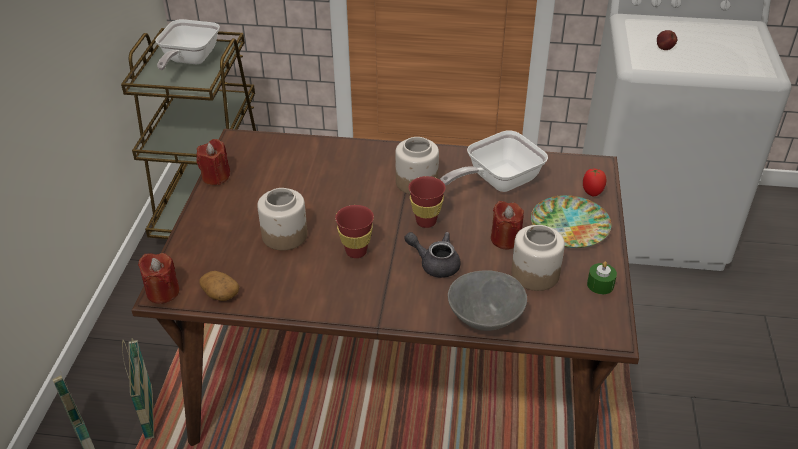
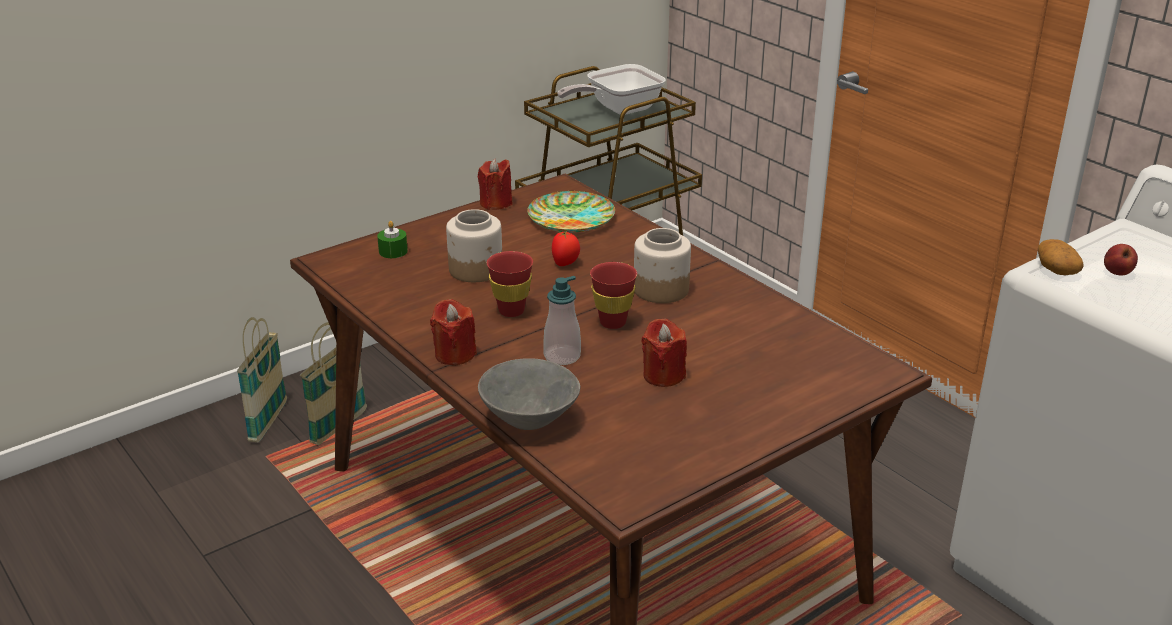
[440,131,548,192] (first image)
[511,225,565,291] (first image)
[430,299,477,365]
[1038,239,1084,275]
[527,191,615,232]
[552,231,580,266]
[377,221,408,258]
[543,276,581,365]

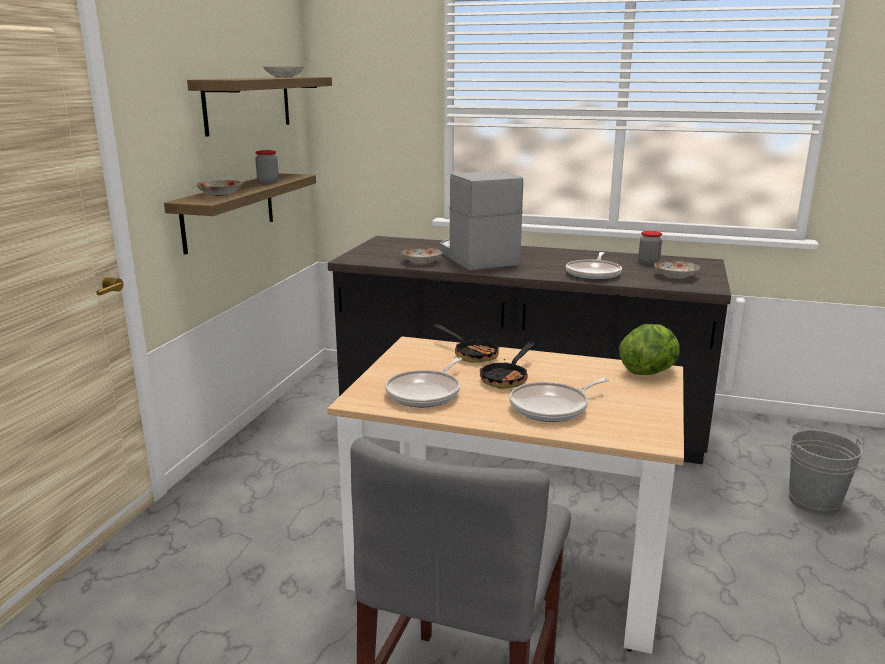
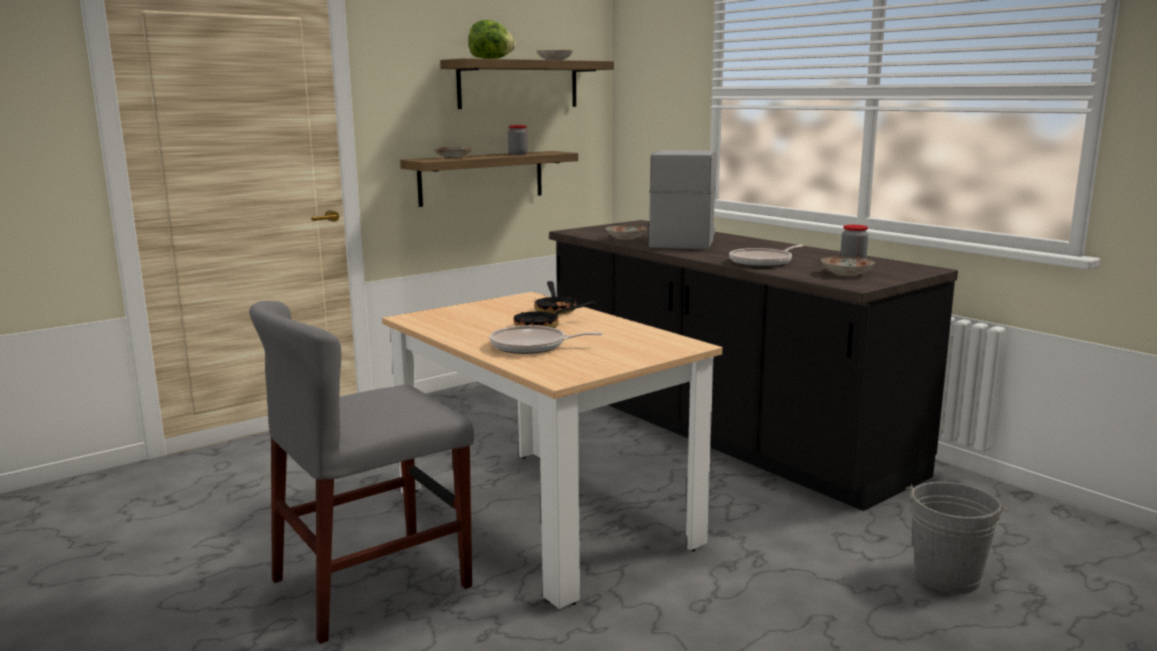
[385,357,462,407] (first image)
[469,20,516,59]

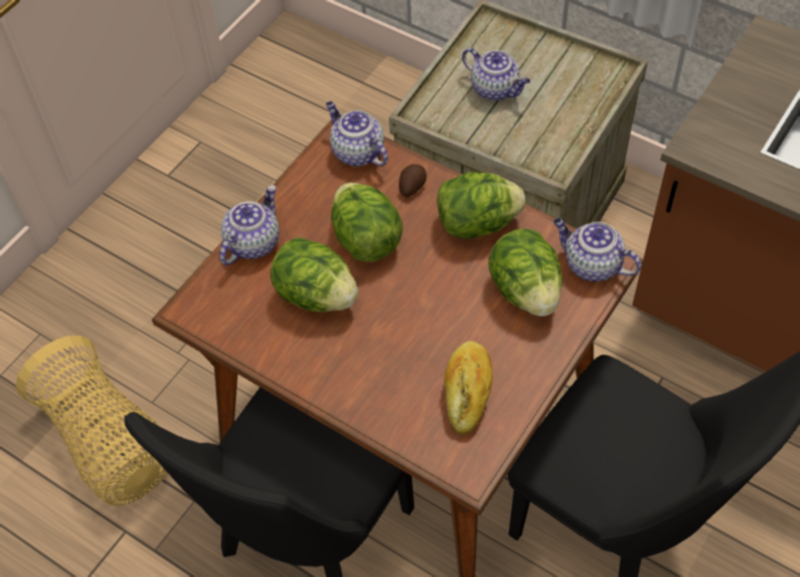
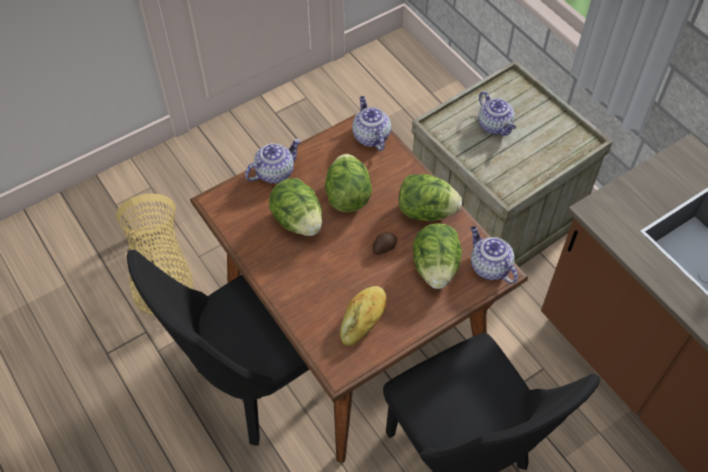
[372,232,397,255]

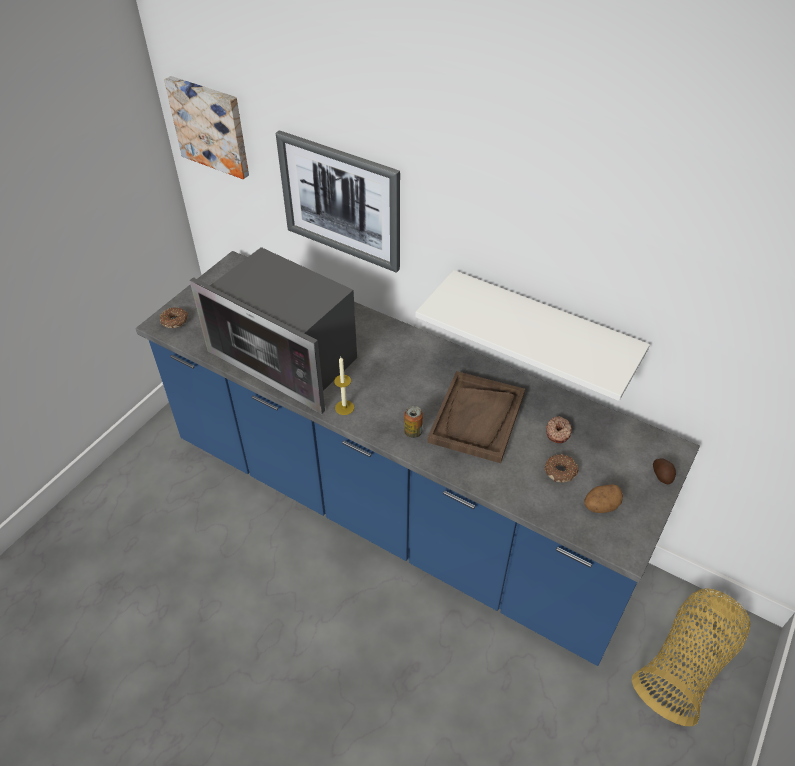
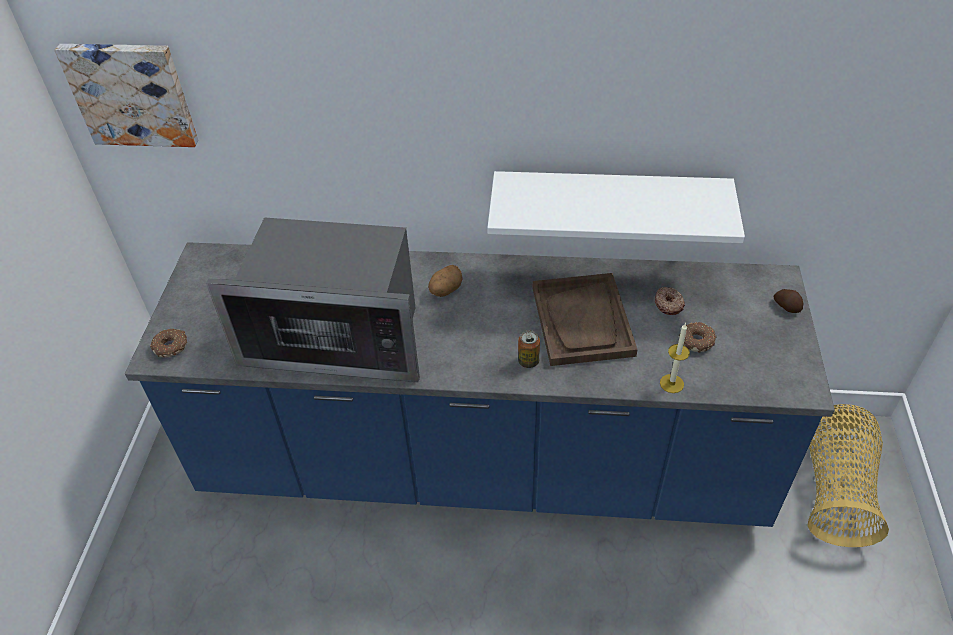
[276,130,400,273] (first image)
[660,323,690,393]
[428,265,463,297]

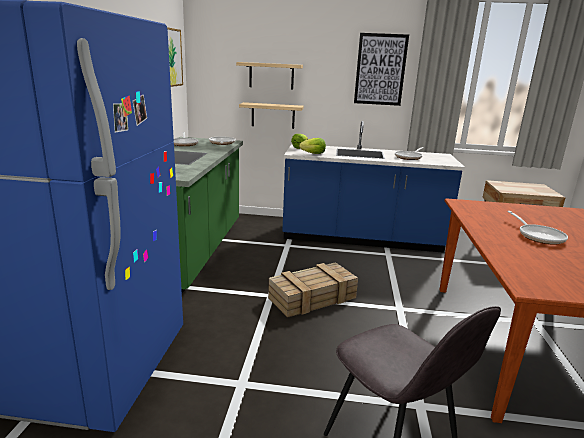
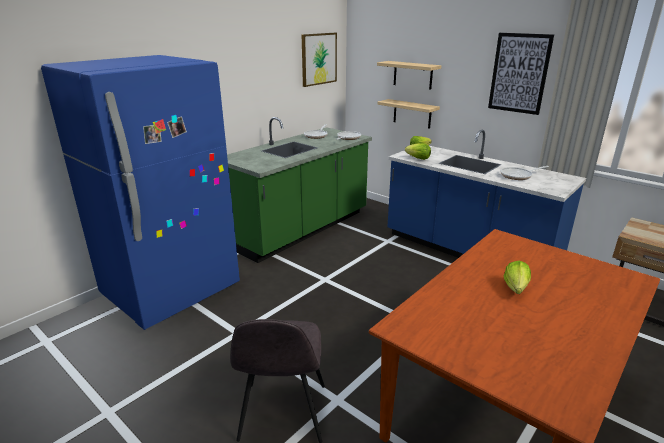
[268,262,358,318] (first image)
[504,261,531,294]

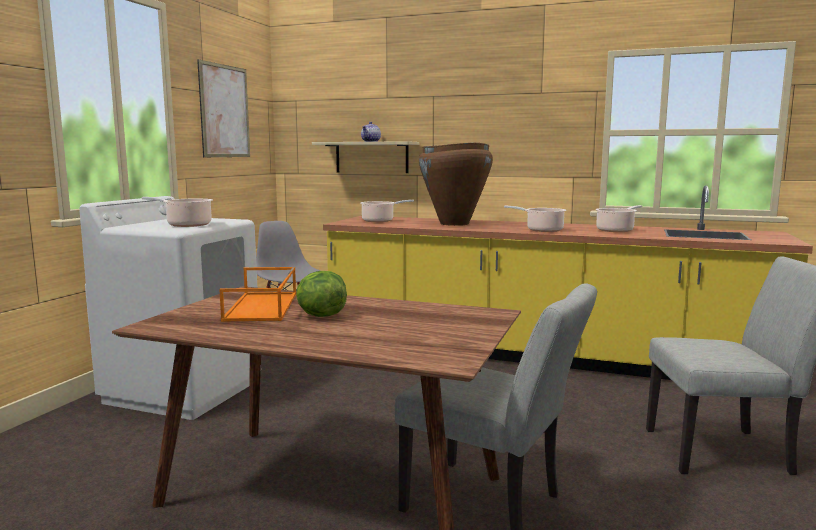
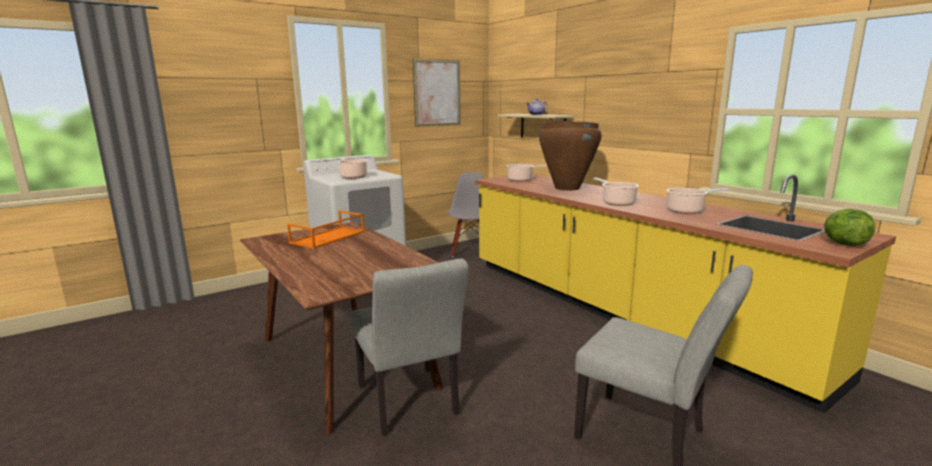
[824,209,875,246]

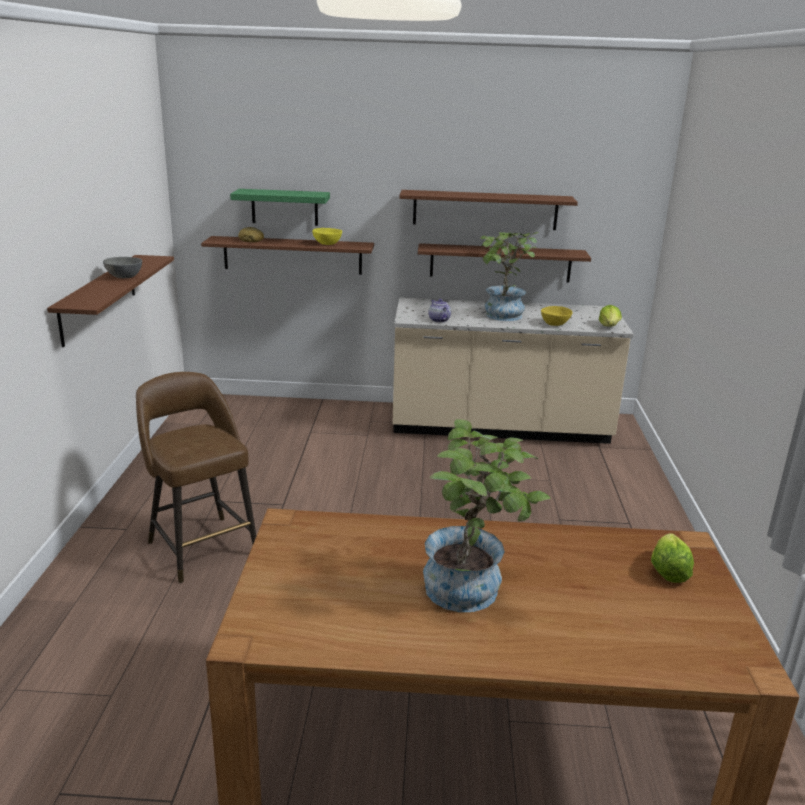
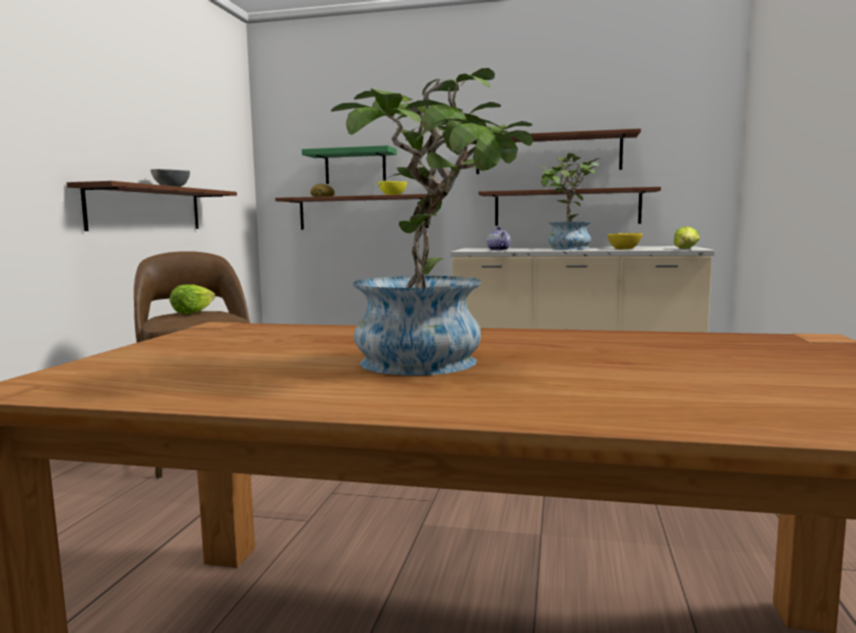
[170,284,216,314]

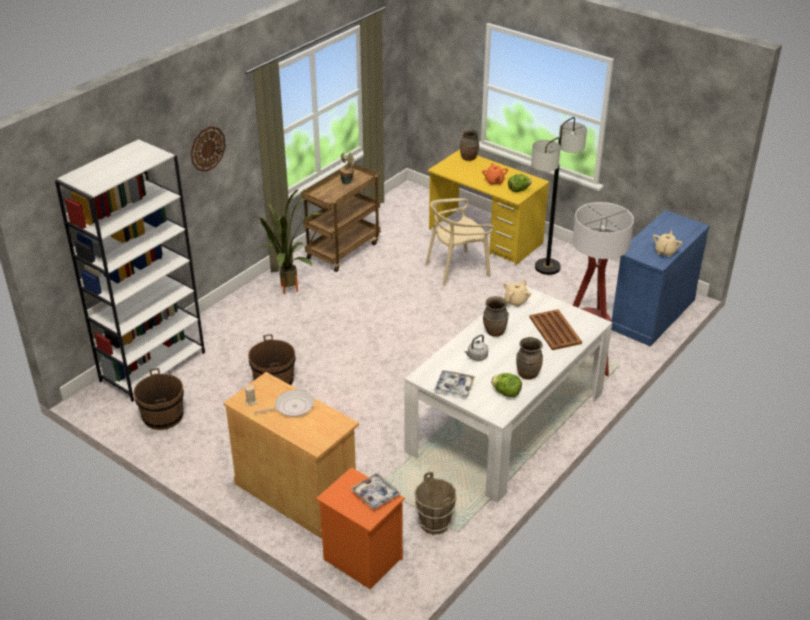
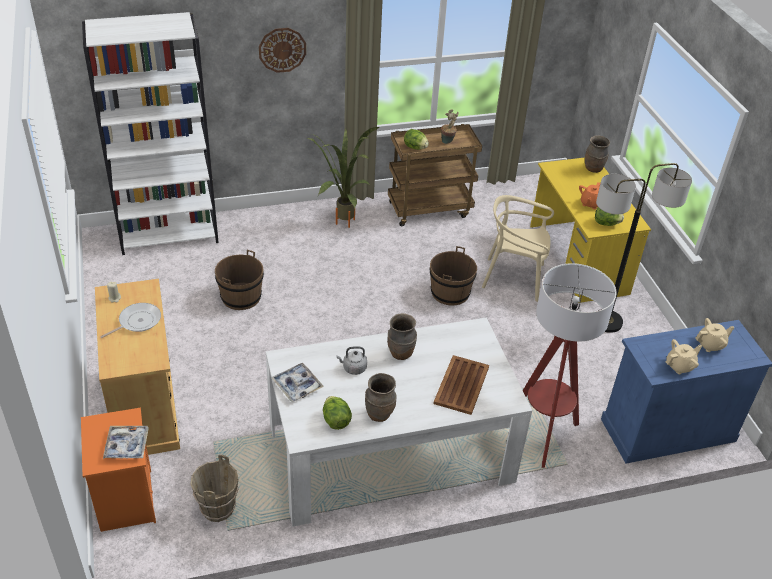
[404,129,429,150]
[429,246,477,306]
[696,318,734,352]
[100,303,161,338]

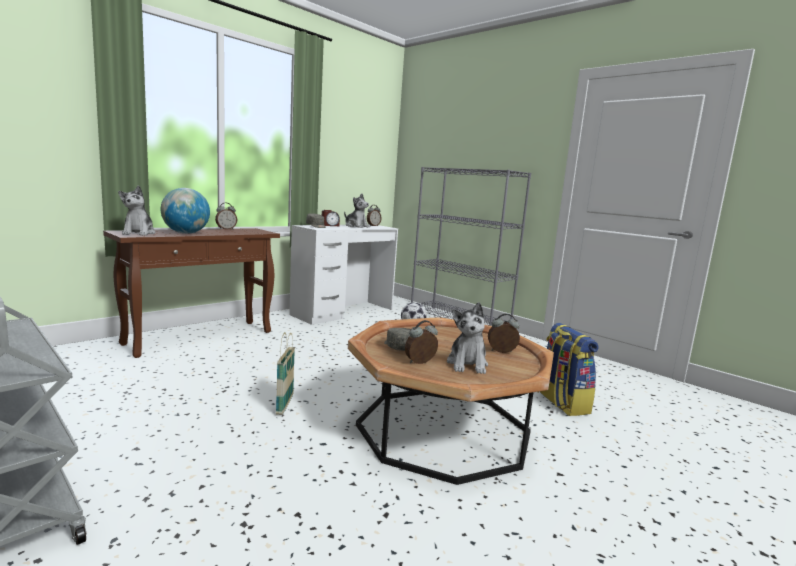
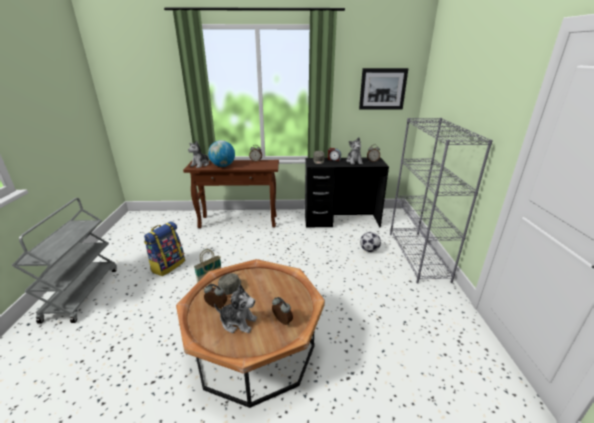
[359,68,409,110]
[144,221,185,276]
[305,157,389,228]
[214,285,257,333]

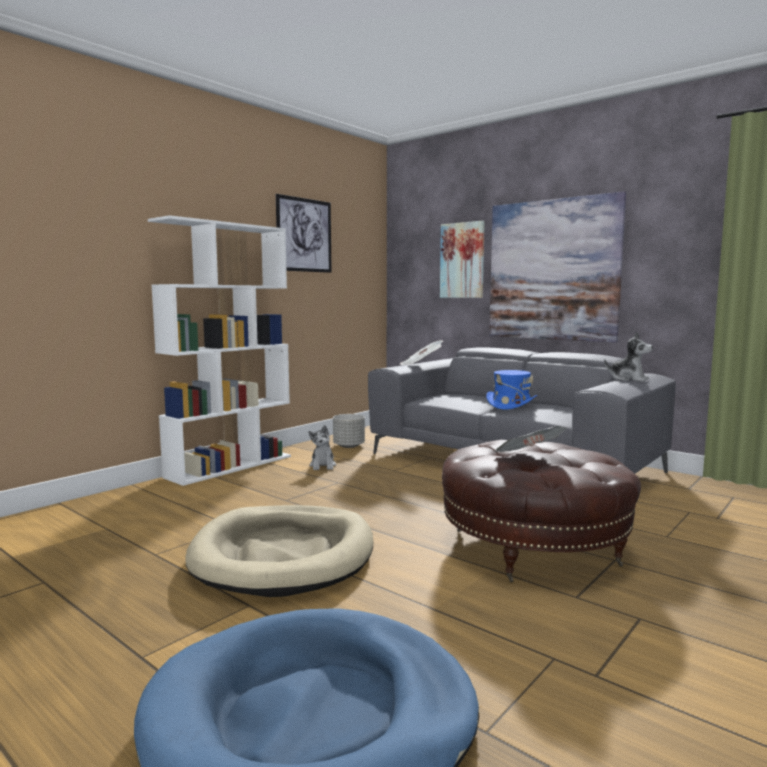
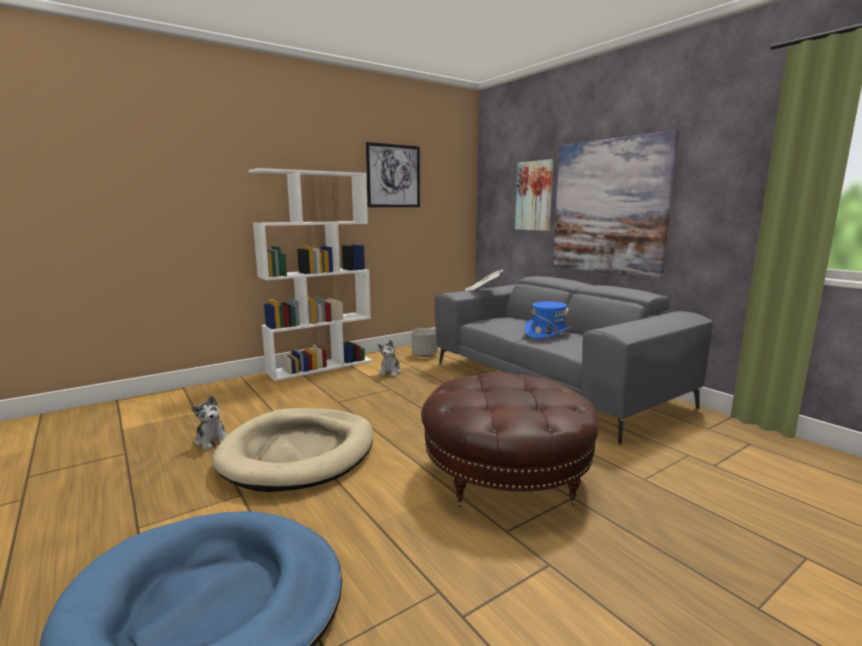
[493,426,567,452] (first image)
[191,395,227,451]

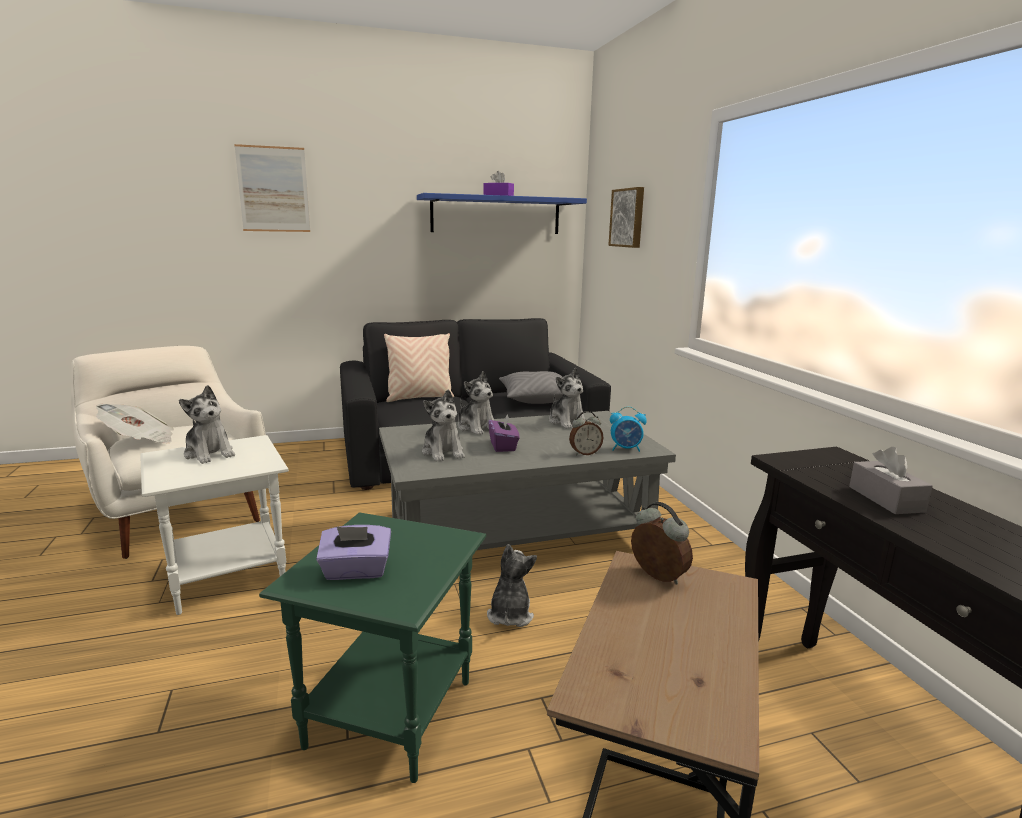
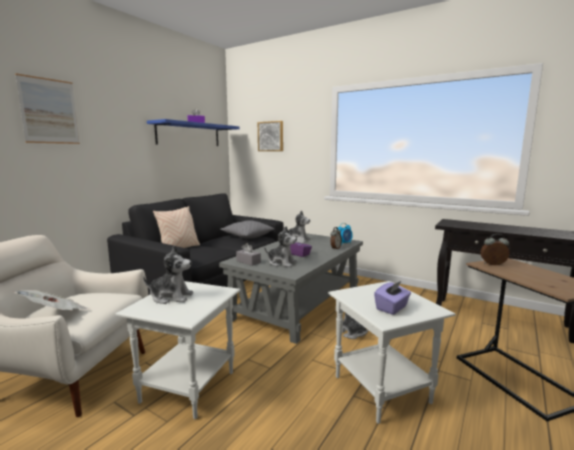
[458,371,494,435] (first image)
[236,243,261,266]
[328,281,455,424]

